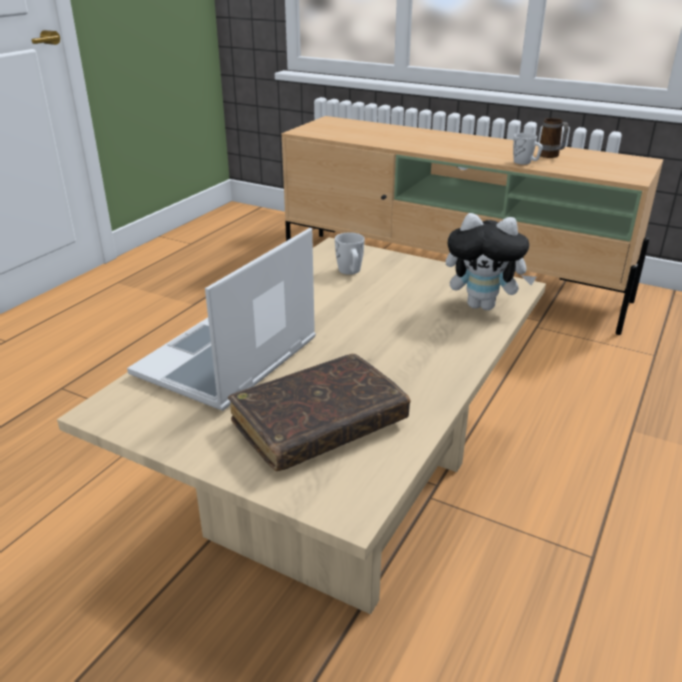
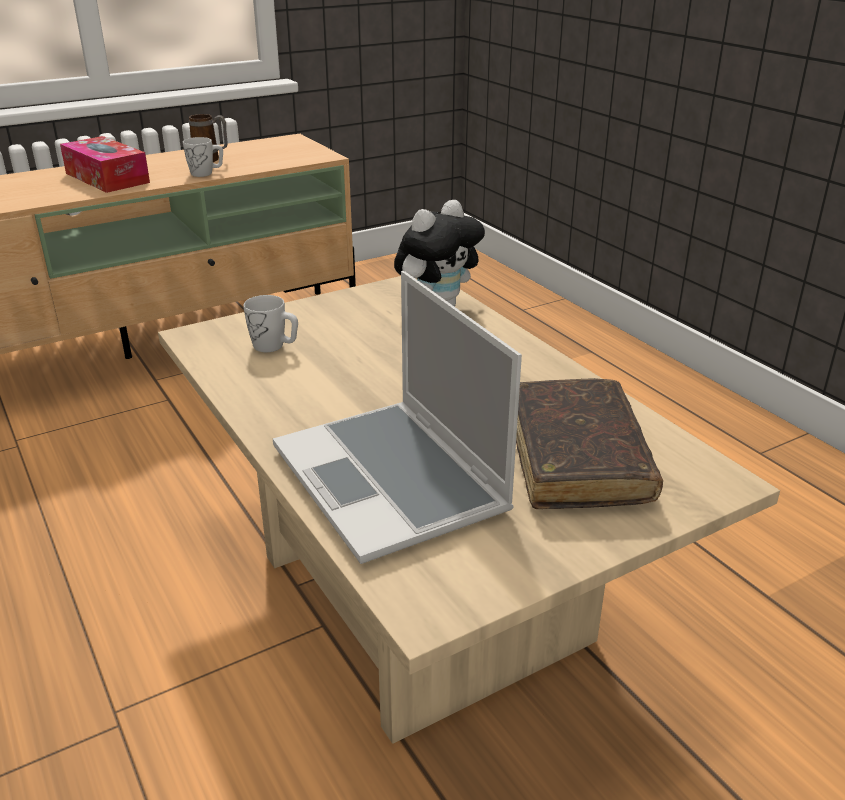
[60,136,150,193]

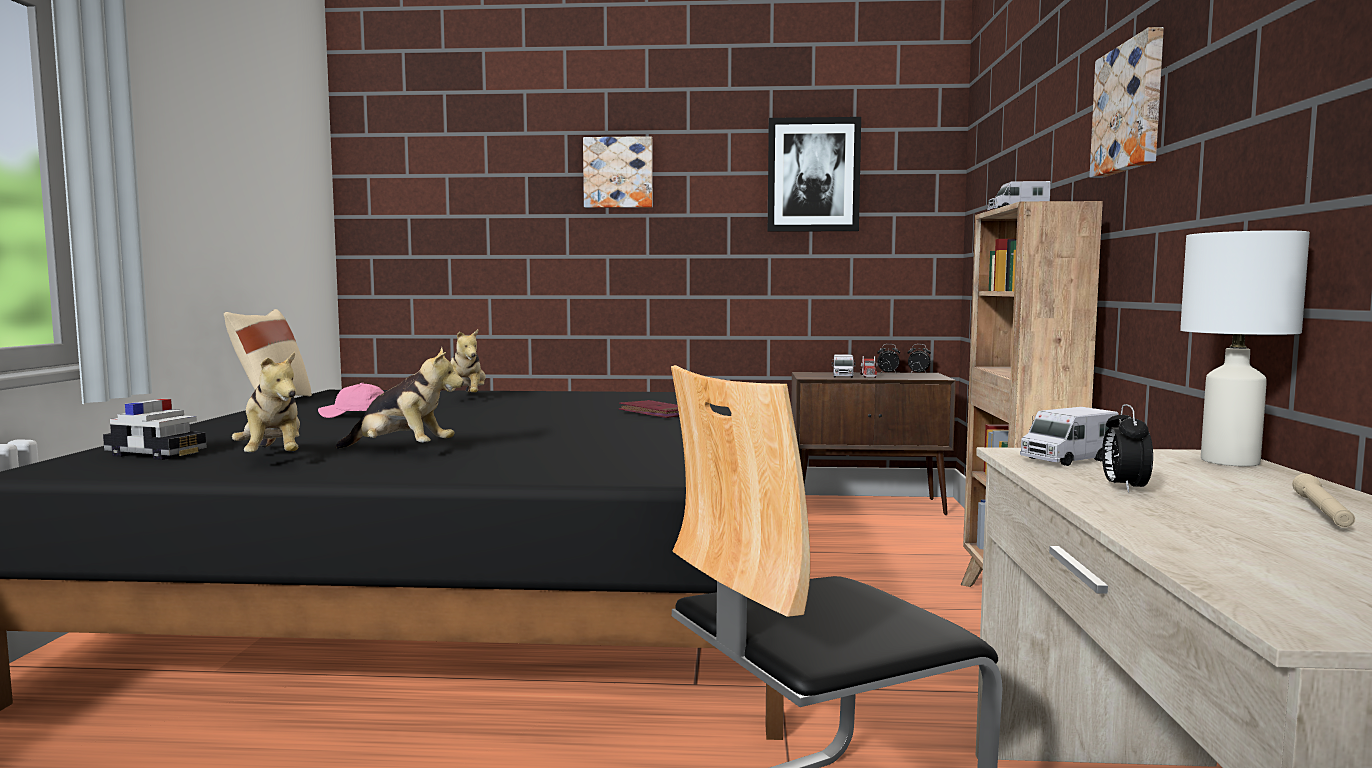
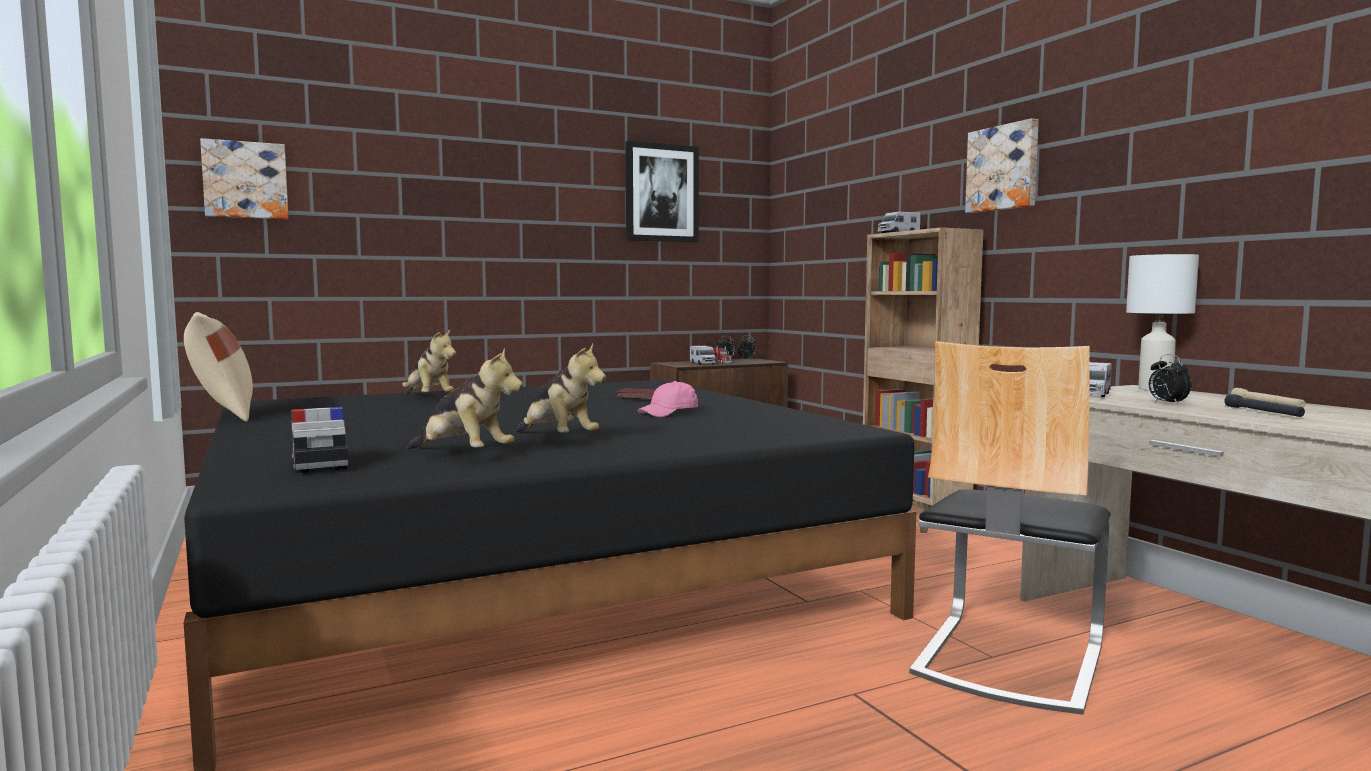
[1224,394,1305,417]
[638,381,698,417]
[200,138,289,219]
[291,407,348,474]
[515,343,606,433]

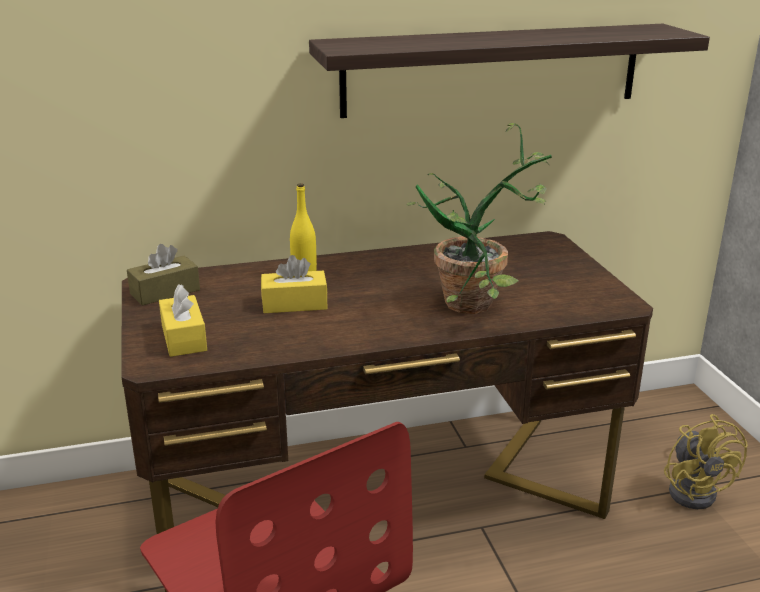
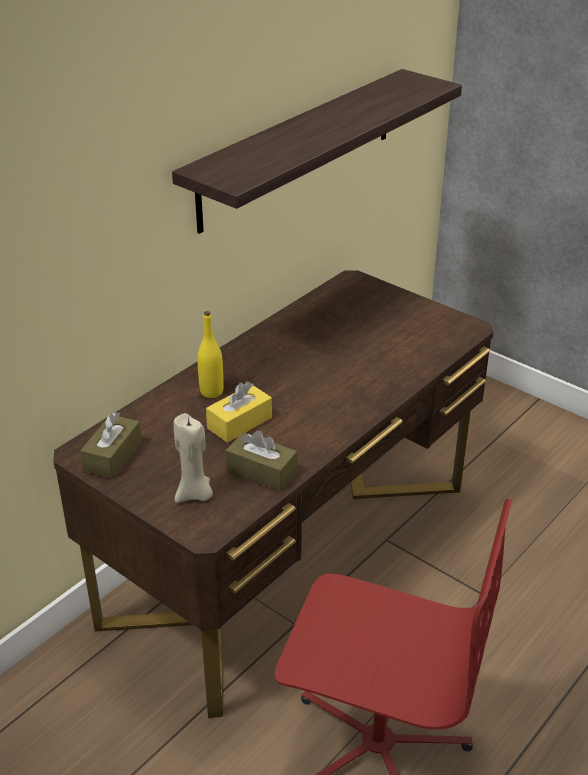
[407,123,552,314] (first image)
[664,414,748,509] (first image)
[226,430,297,491]
[174,413,213,503]

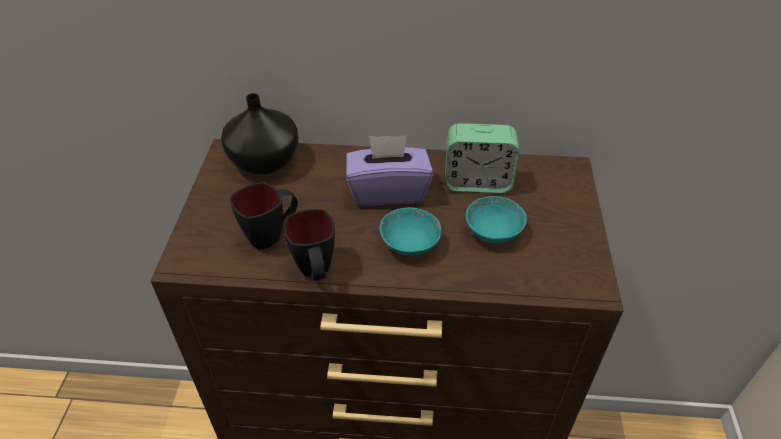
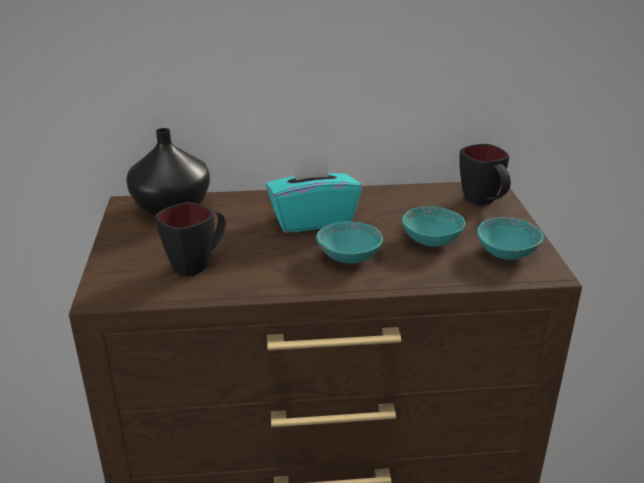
[445,123,519,193] (first image)
[477,217,543,260]
[459,144,511,206]
[265,153,362,233]

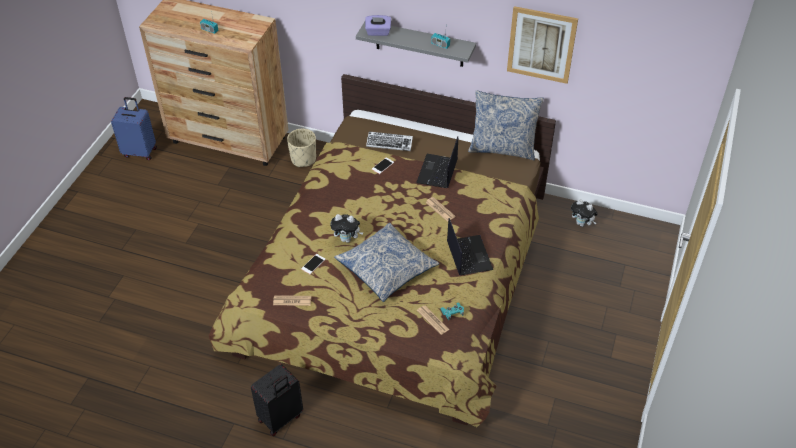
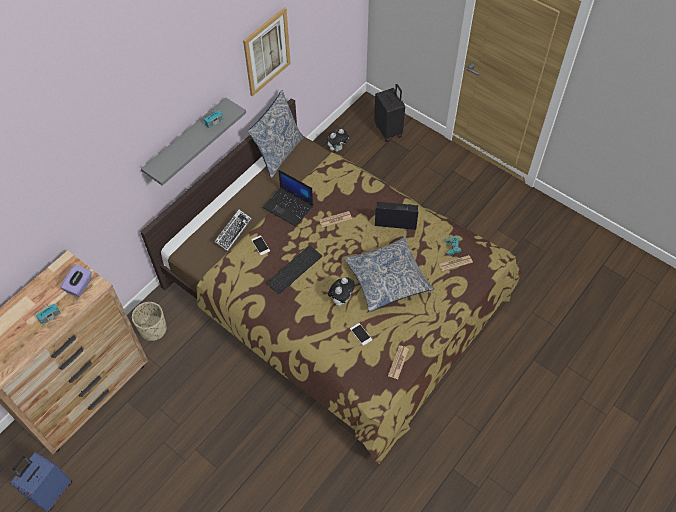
[266,245,322,294]
[374,84,405,142]
[61,264,92,297]

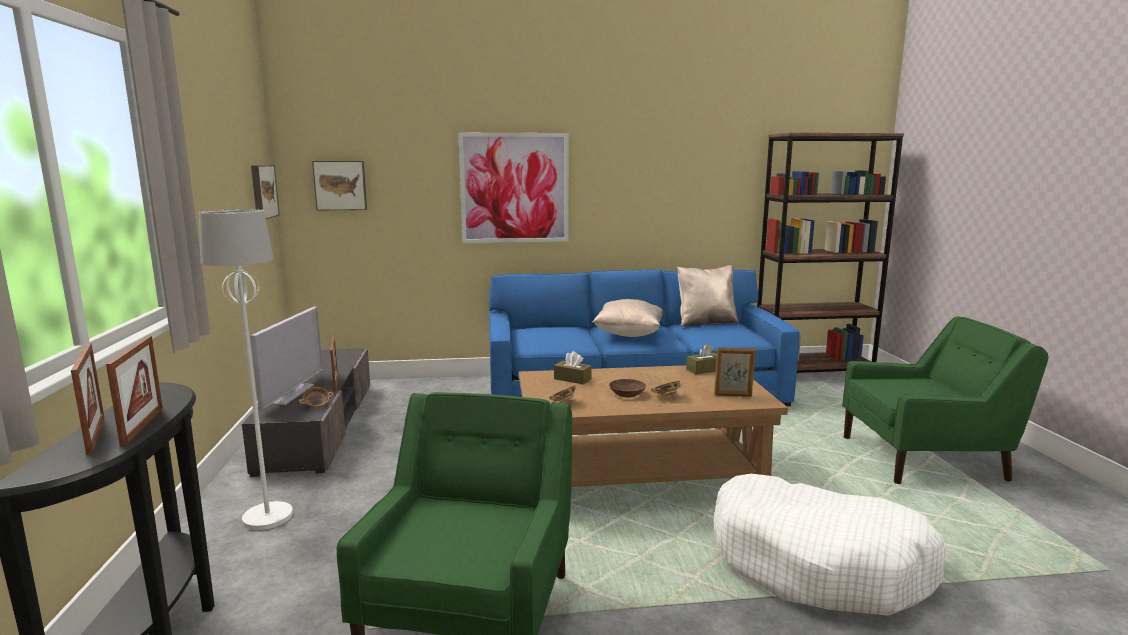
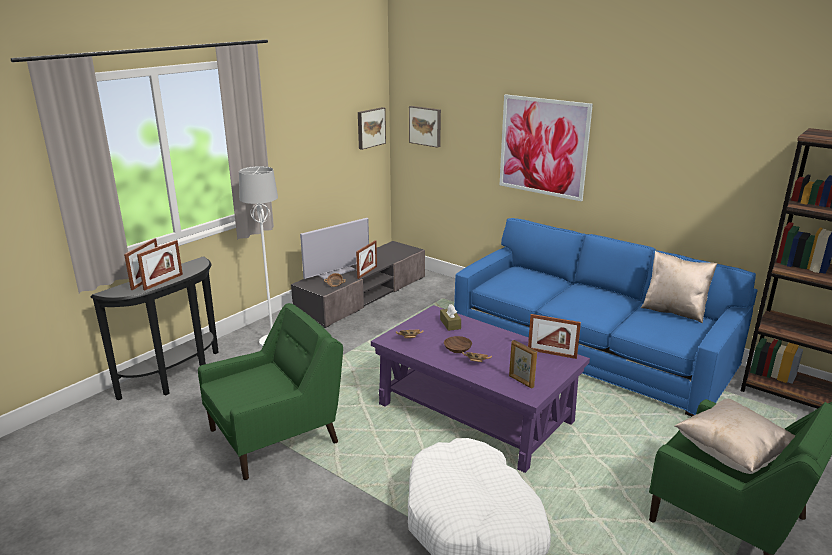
[675,398,795,474]
[528,314,581,359]
[371,305,590,473]

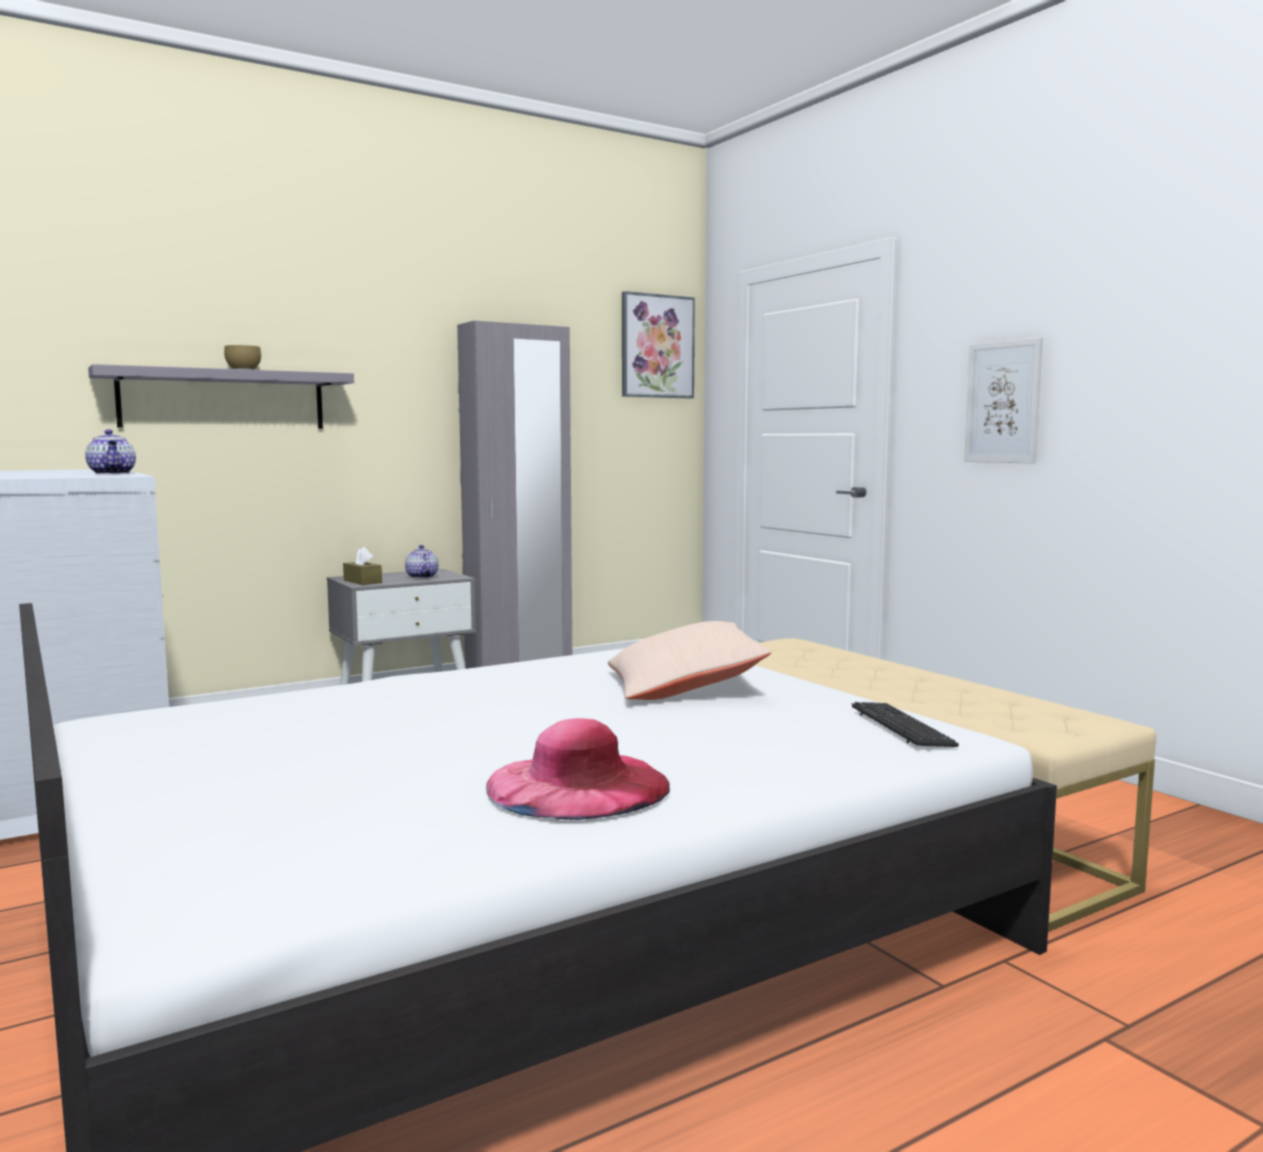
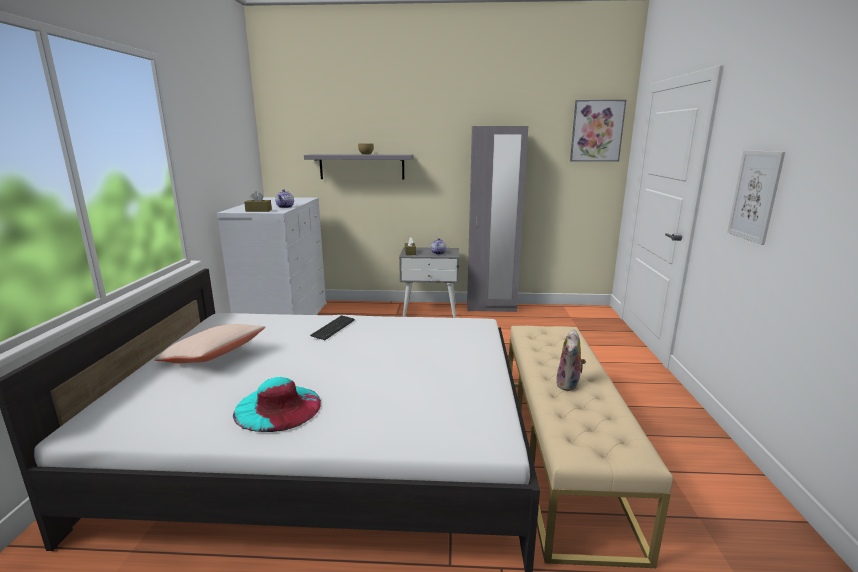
[244,191,272,212]
[556,329,586,391]
[154,324,265,363]
[310,315,355,340]
[233,377,321,432]

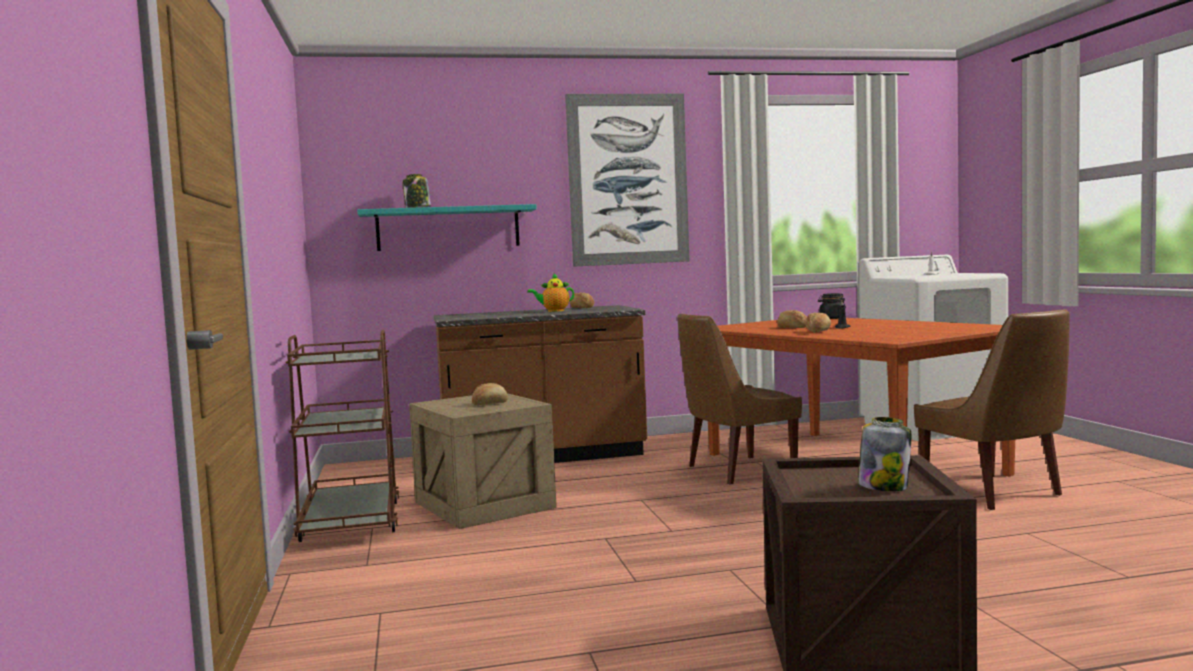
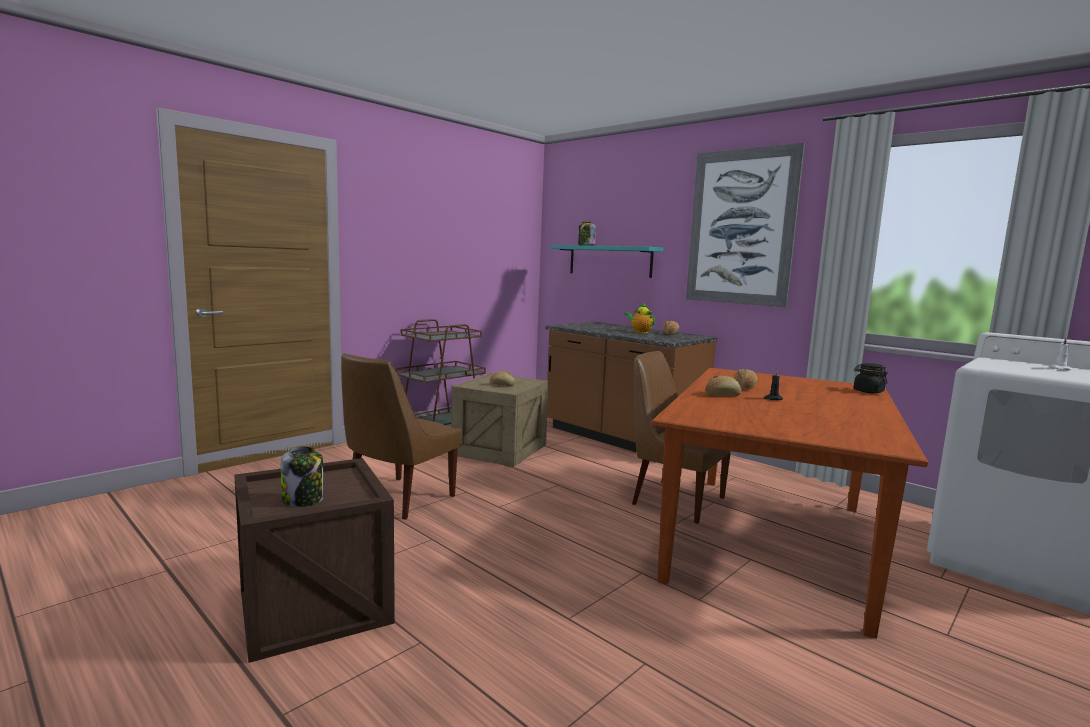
[341,353,462,520]

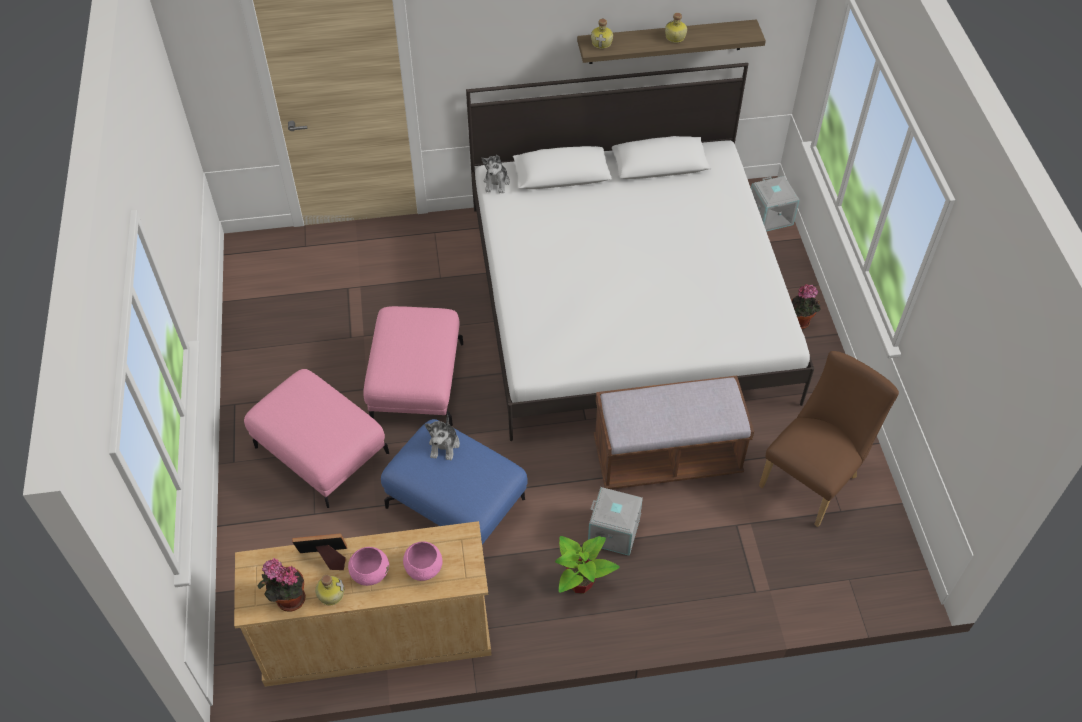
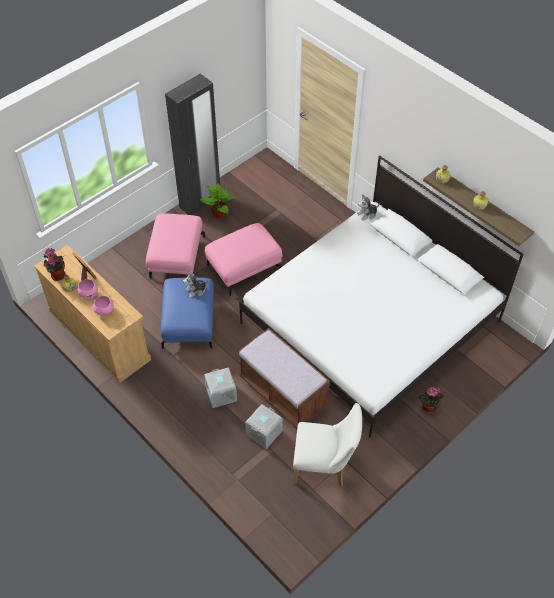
[165,74,220,215]
[200,183,234,219]
[245,404,283,449]
[293,403,362,487]

